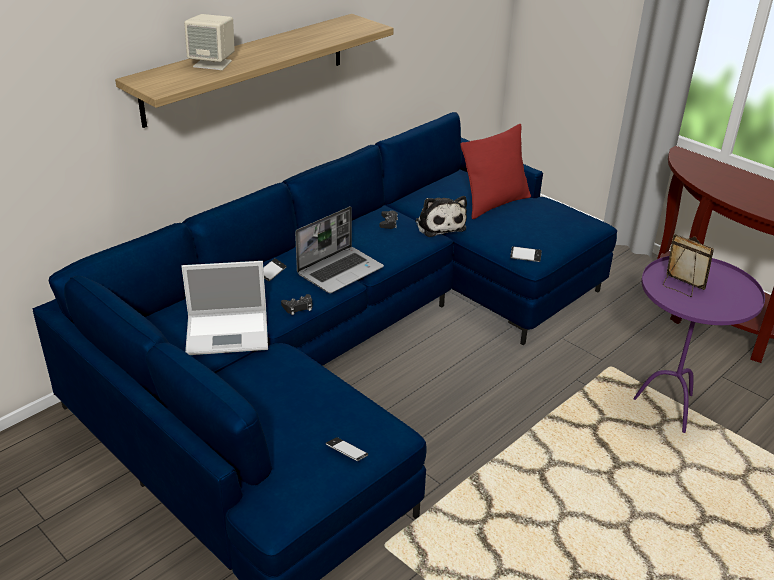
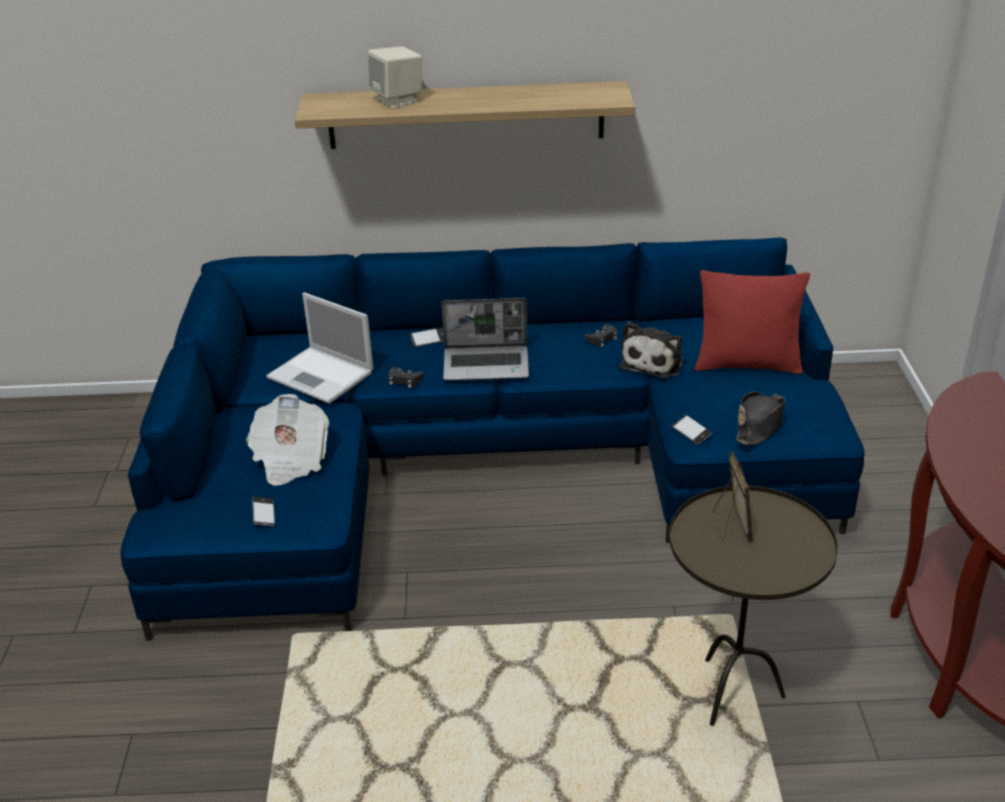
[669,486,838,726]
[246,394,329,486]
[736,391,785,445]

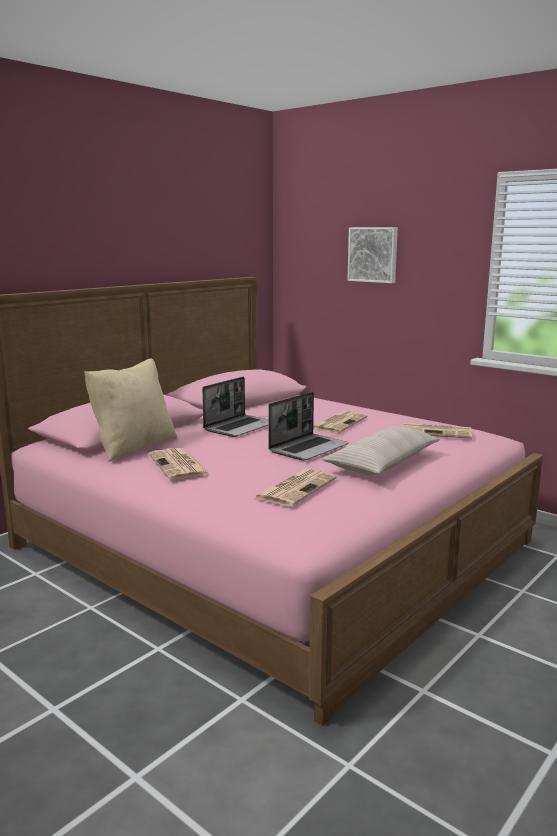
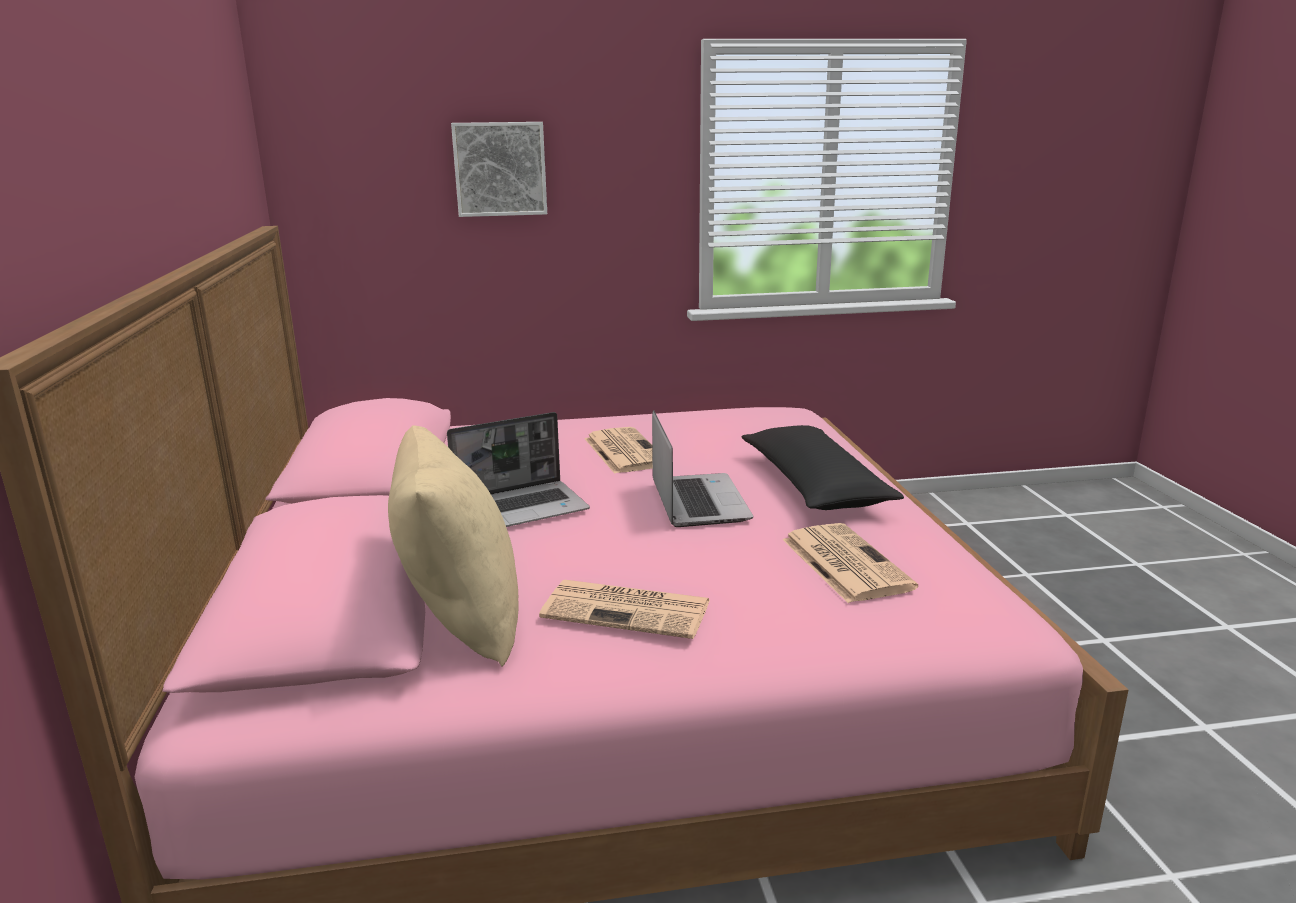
[447,412,590,527]
[742,425,904,510]
[402,423,472,439] (first image)

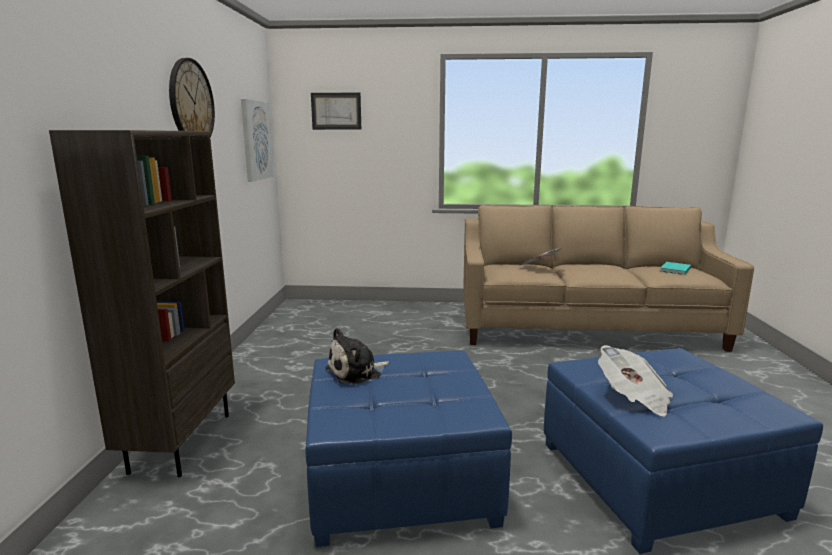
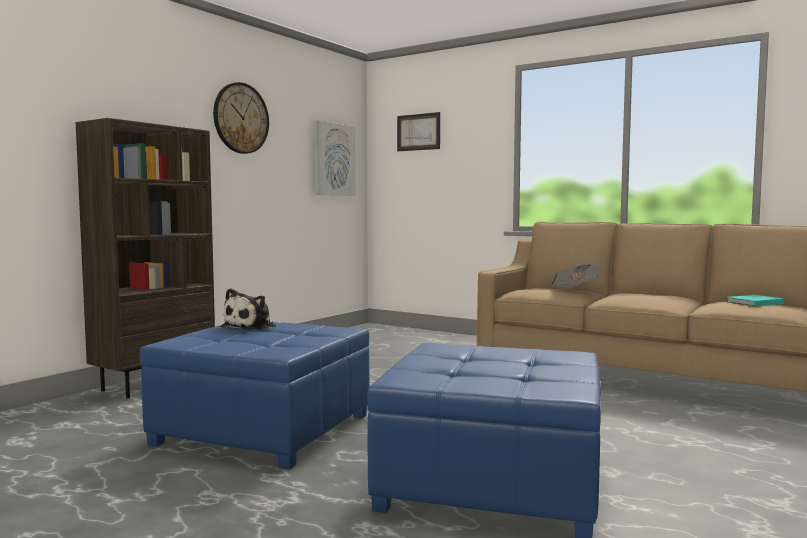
[221,288,276,330]
[598,345,673,416] (first image)

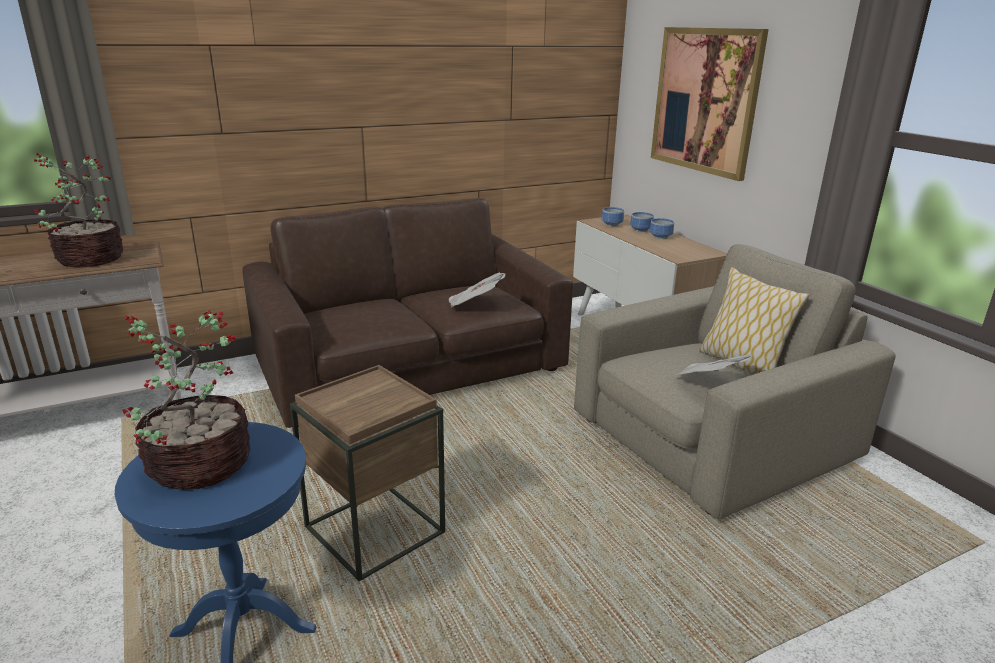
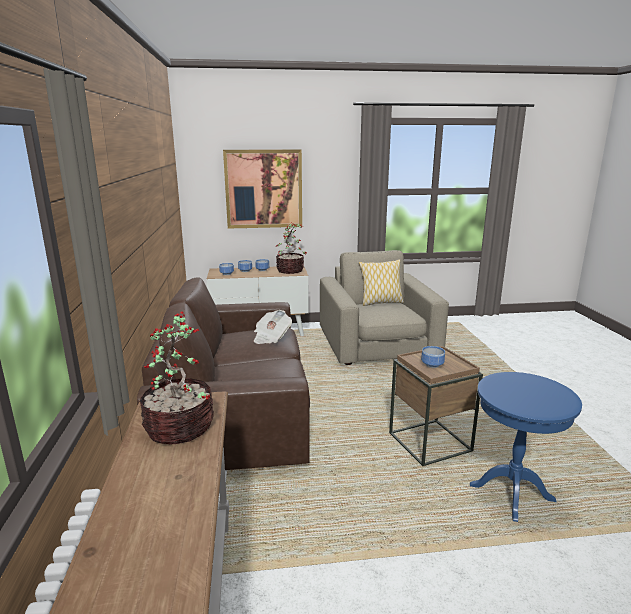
[276,222,307,274]
[676,354,752,375] (first image)
[421,346,445,368]

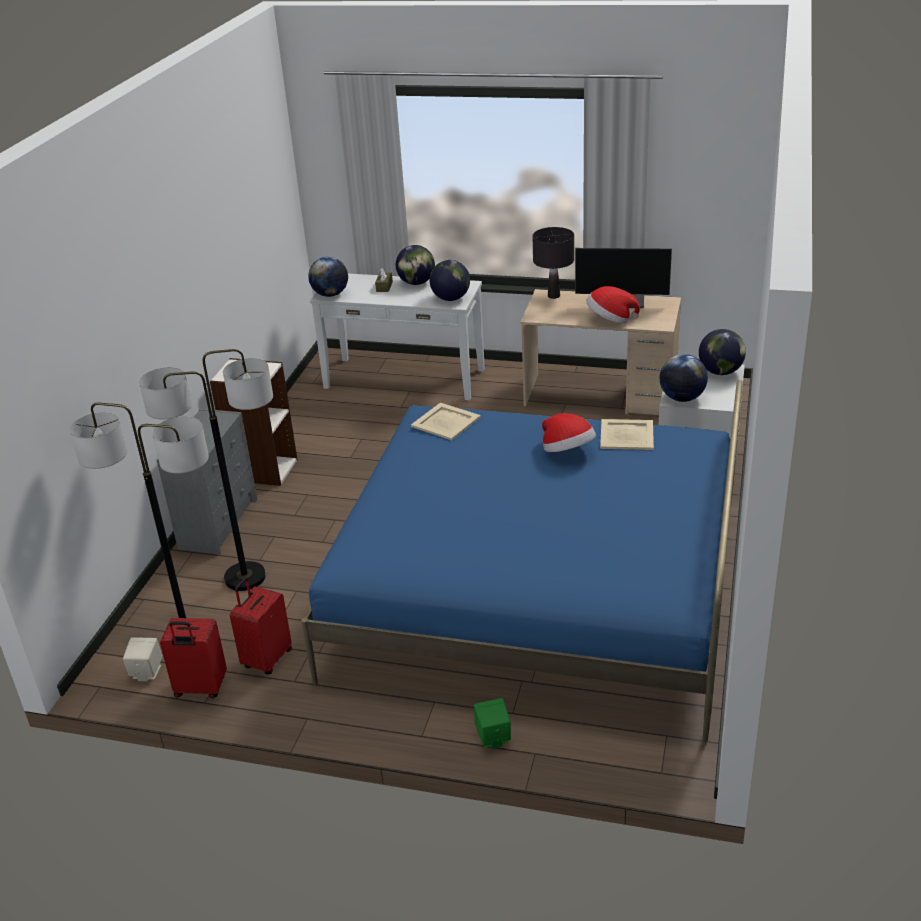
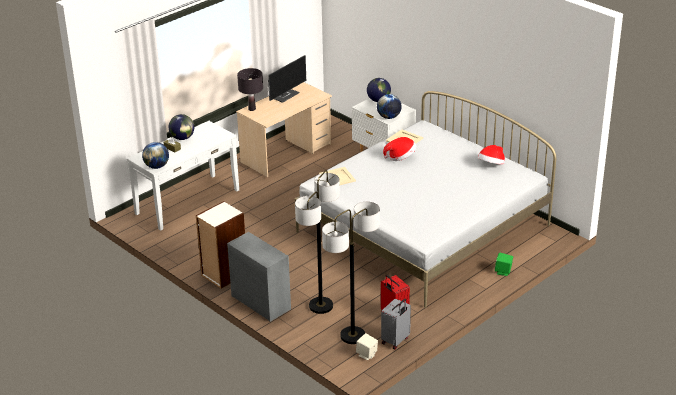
[381,298,411,350]
[295,91,556,308]
[429,260,470,301] (first image)
[478,145,505,165]

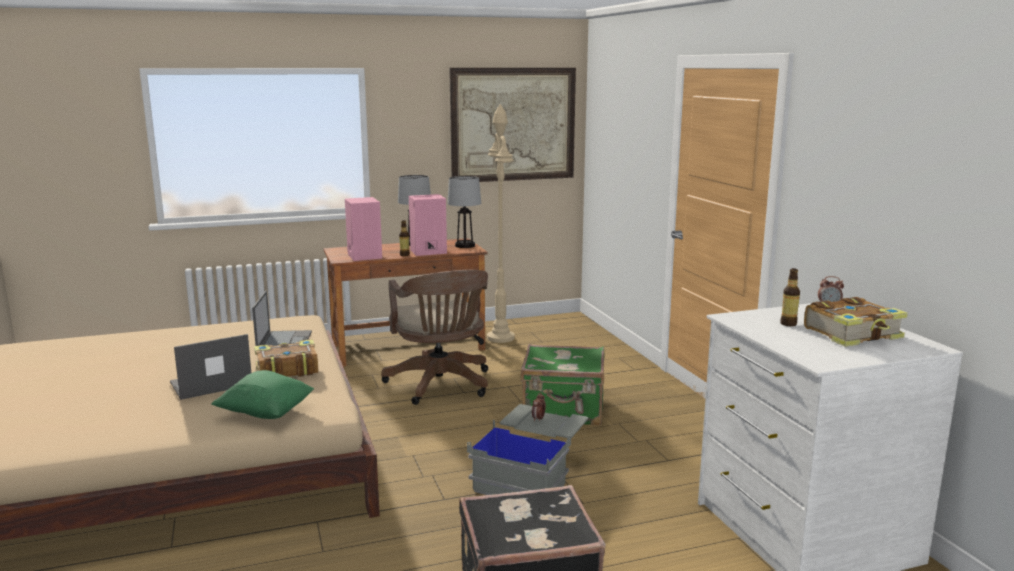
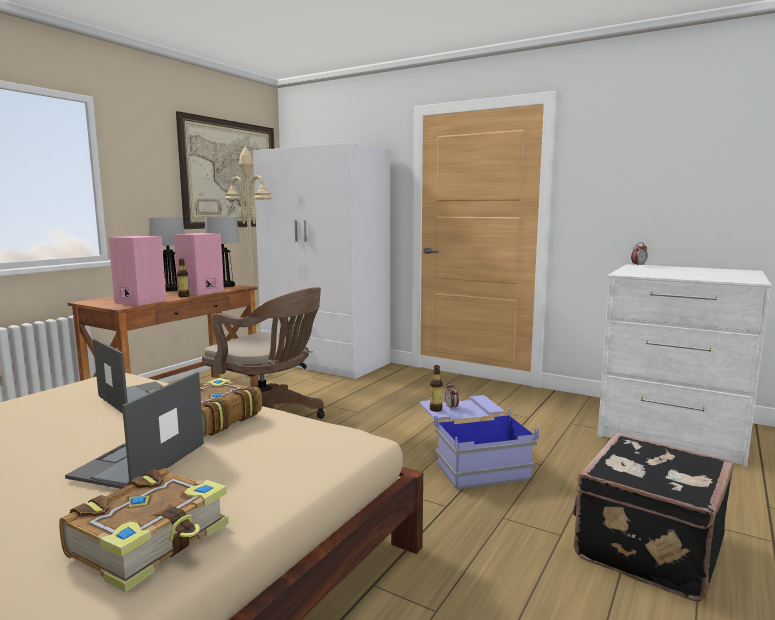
[211,370,314,419] (first image)
[419,395,539,490]
[521,344,604,425] (first image)
[430,365,443,412]
[59,468,229,592]
[253,143,390,379]

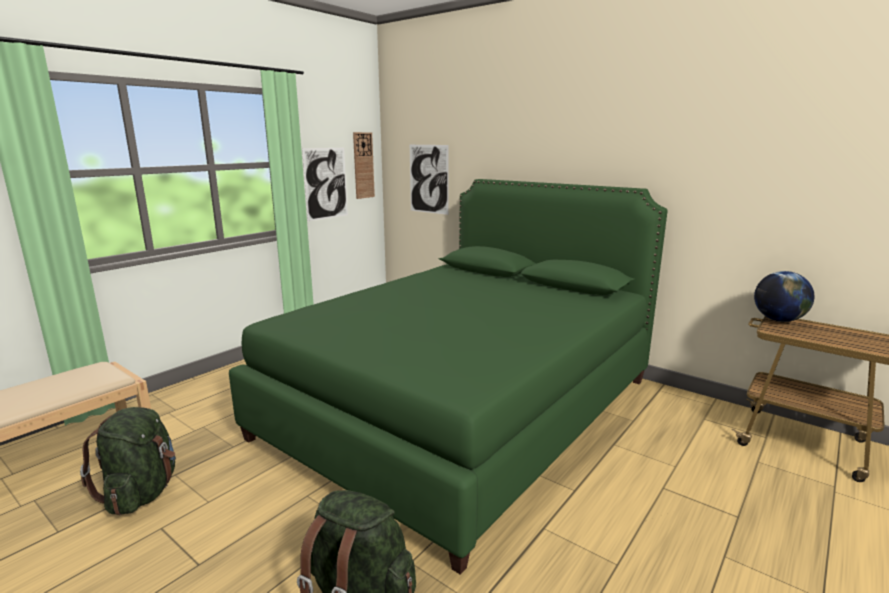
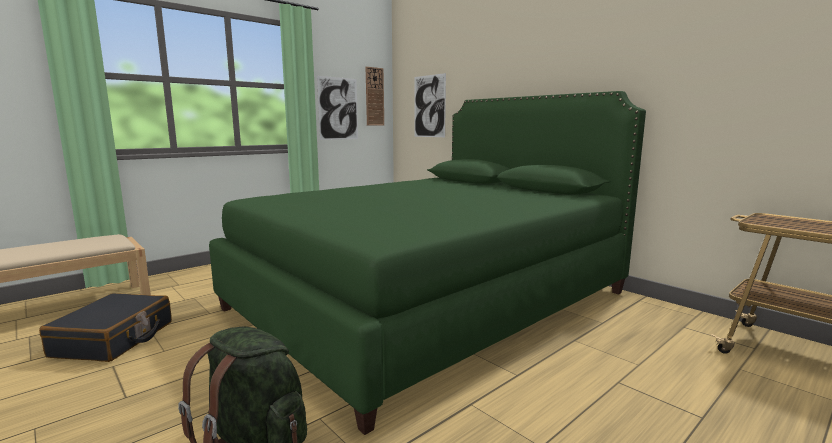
[39,293,172,362]
[754,271,814,322] (first image)

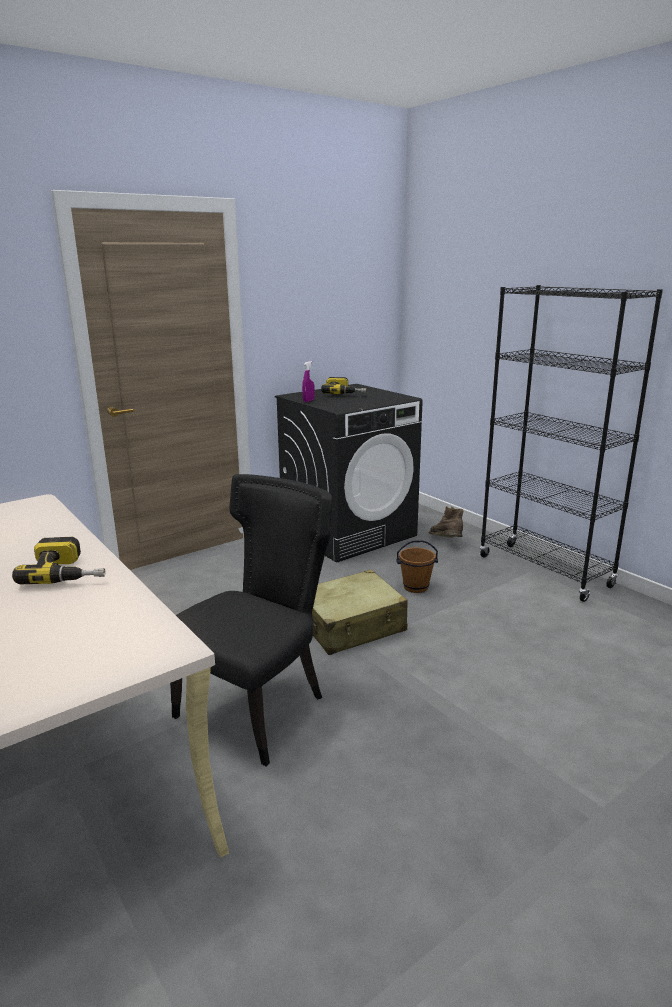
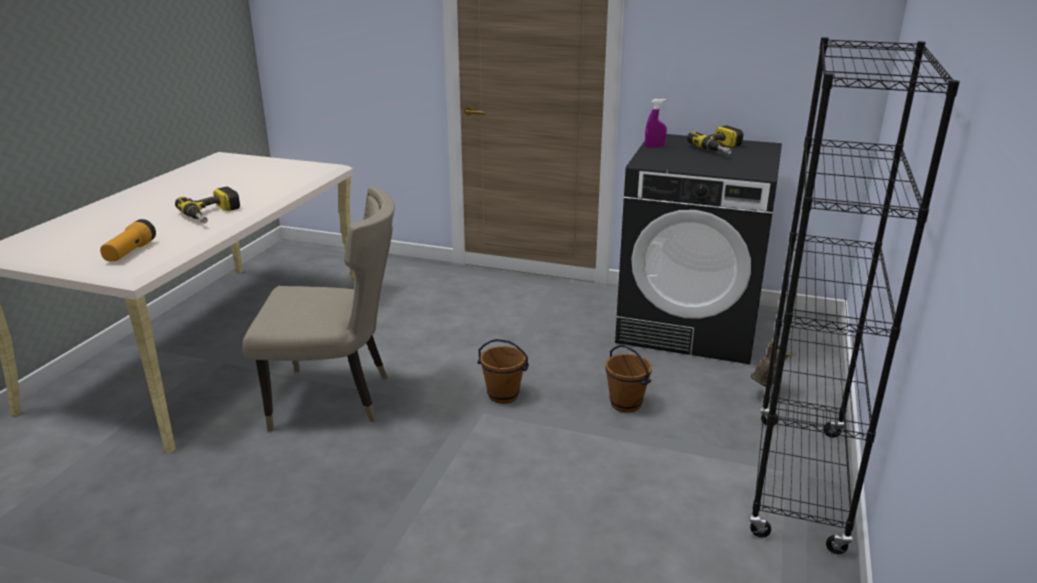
[242,186,395,432]
[477,339,529,404]
[100,219,156,262]

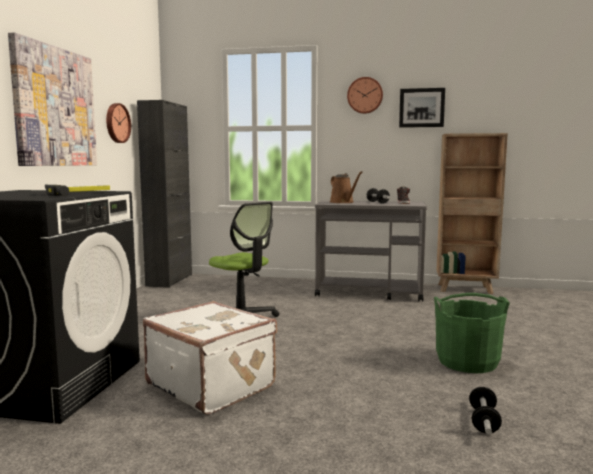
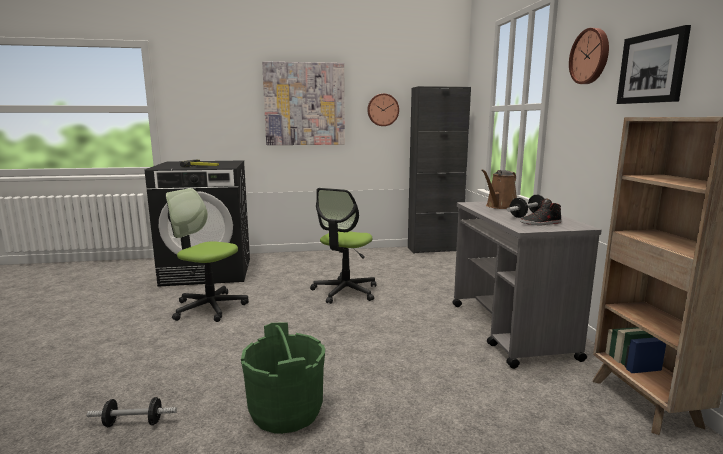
[165,188,249,322]

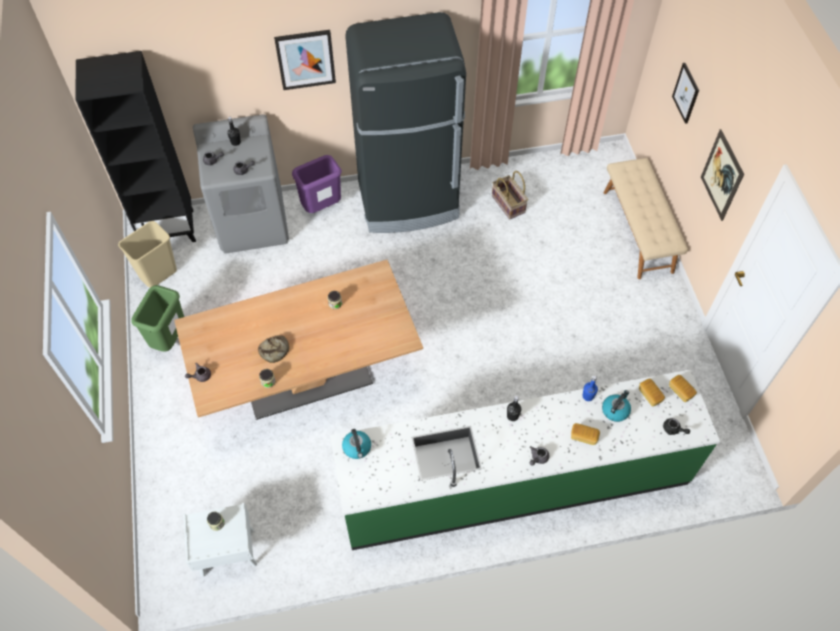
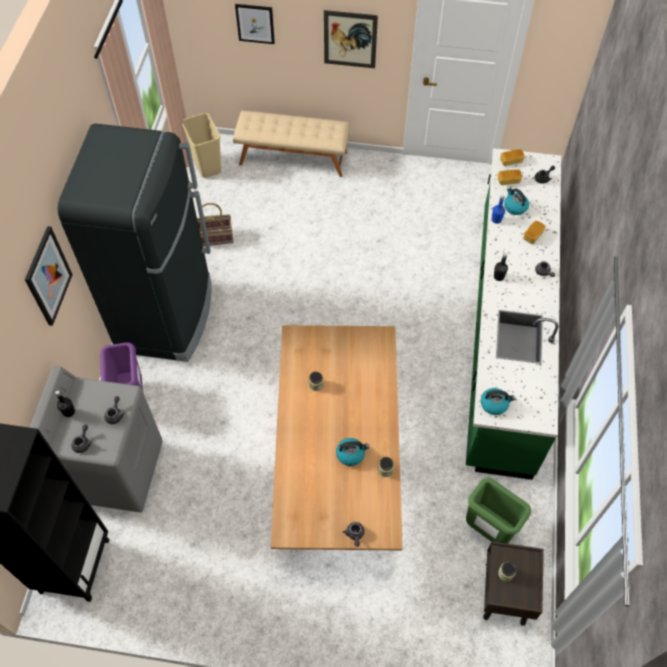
[182,113,221,178]
[466,478,531,544]
[483,541,544,626]
[336,438,370,466]

